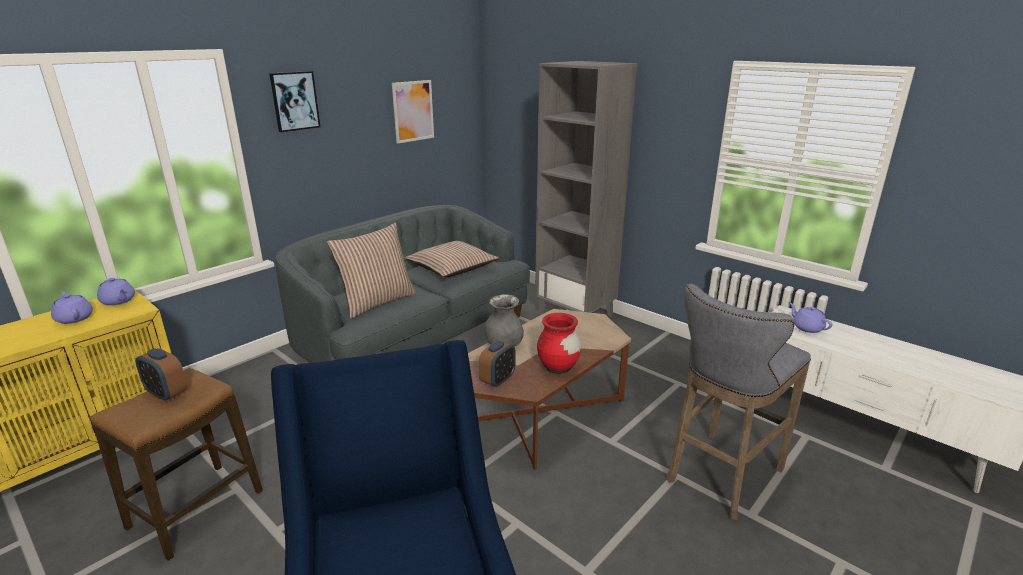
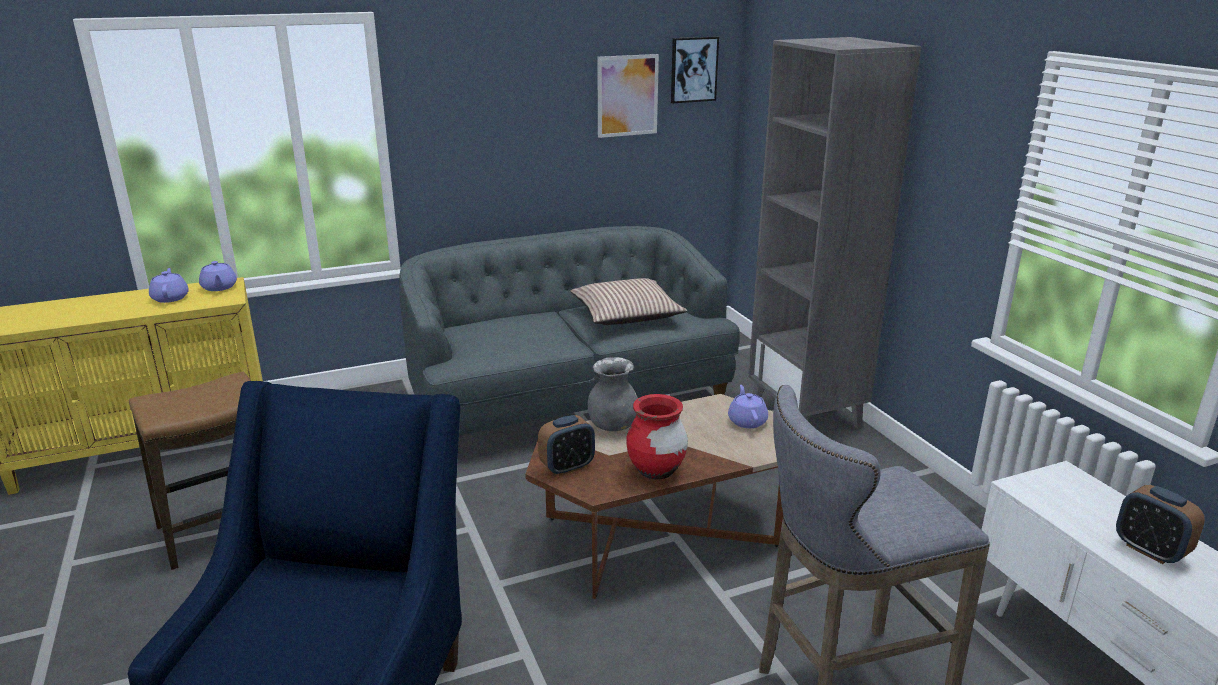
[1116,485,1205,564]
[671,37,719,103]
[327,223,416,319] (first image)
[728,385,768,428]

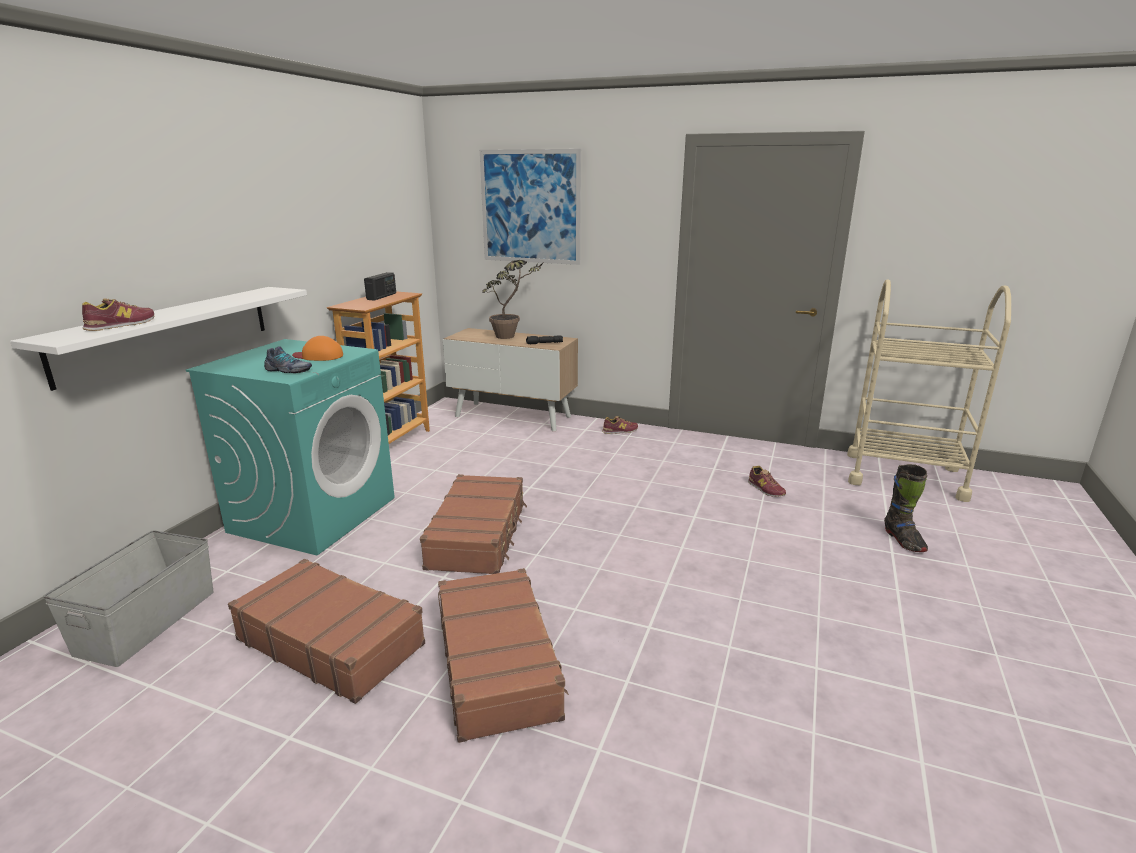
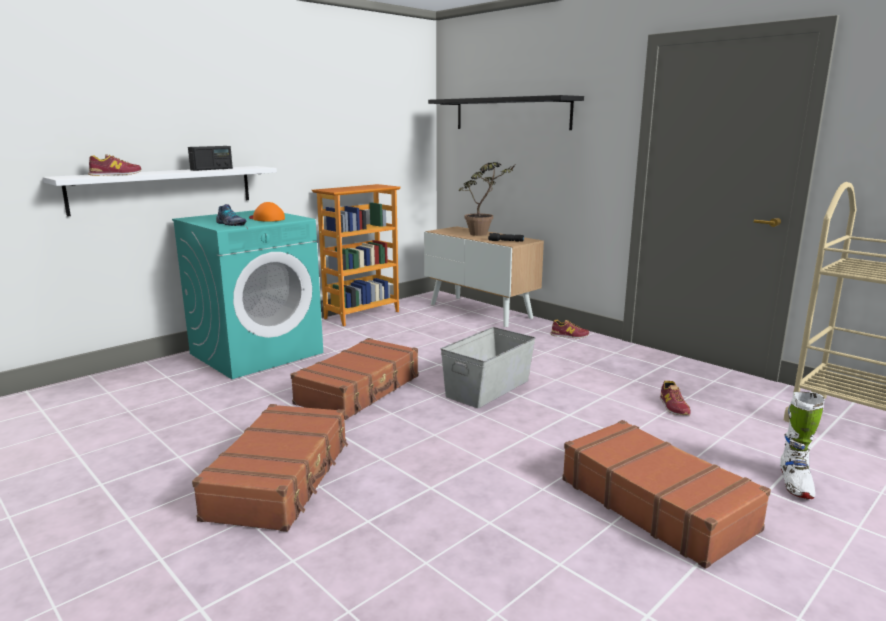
[441,327,535,408]
[562,420,771,569]
[188,146,233,171]
[428,95,584,130]
[780,391,825,499]

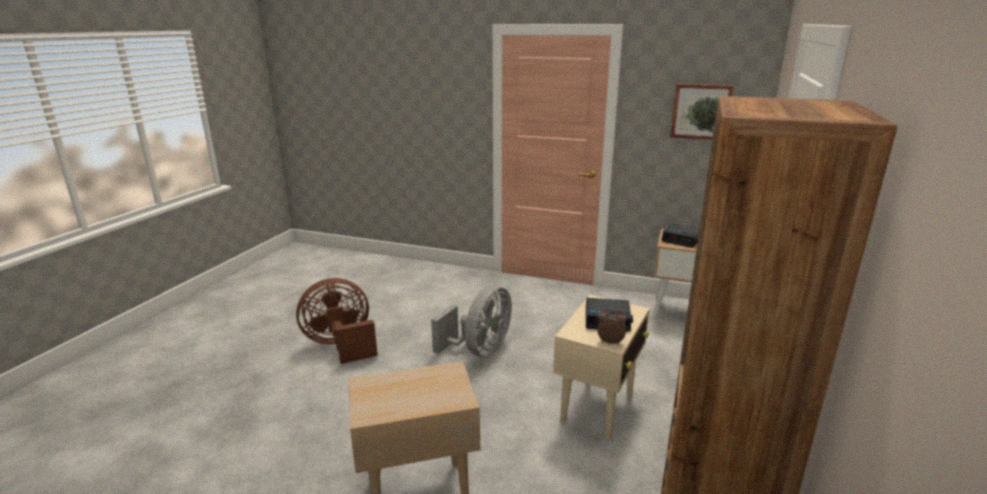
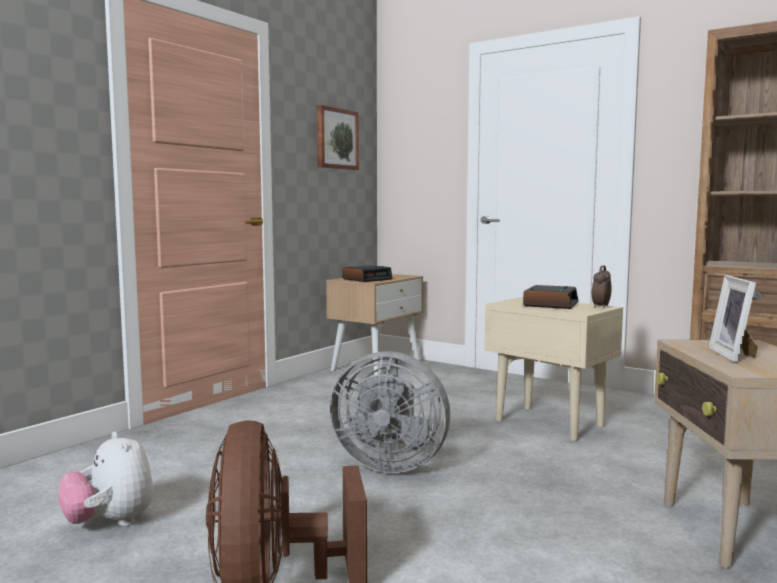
[330,351,450,473]
[58,432,154,526]
[709,275,757,363]

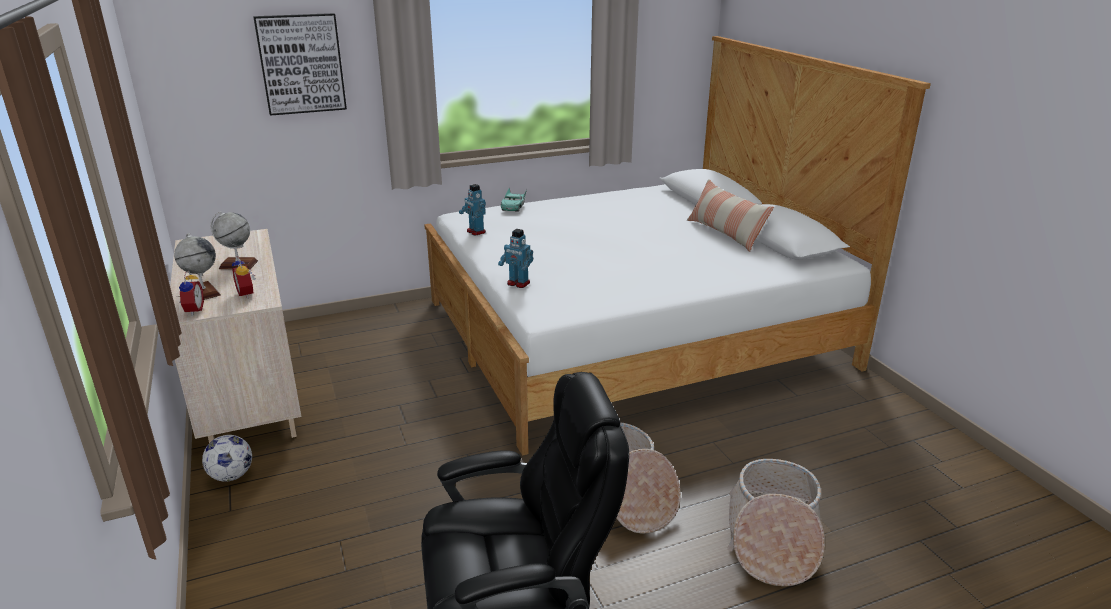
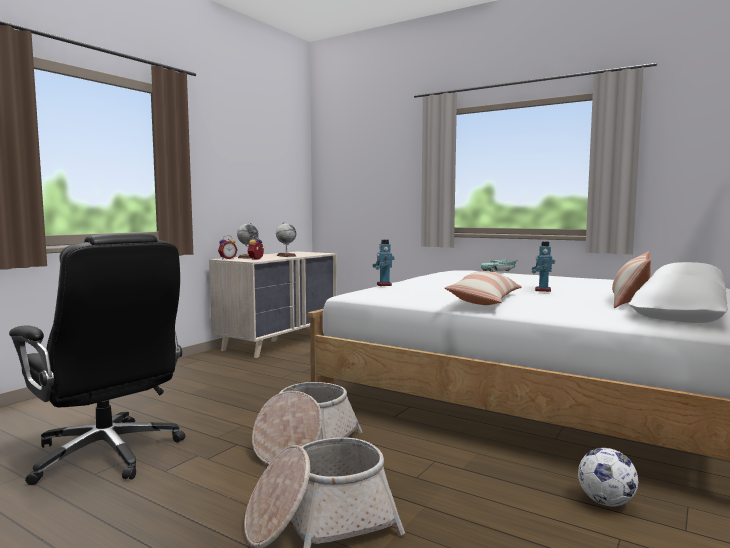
[578,448,638,506]
[253,13,347,116] (first image)
[532,241,555,292]
[445,271,522,305]

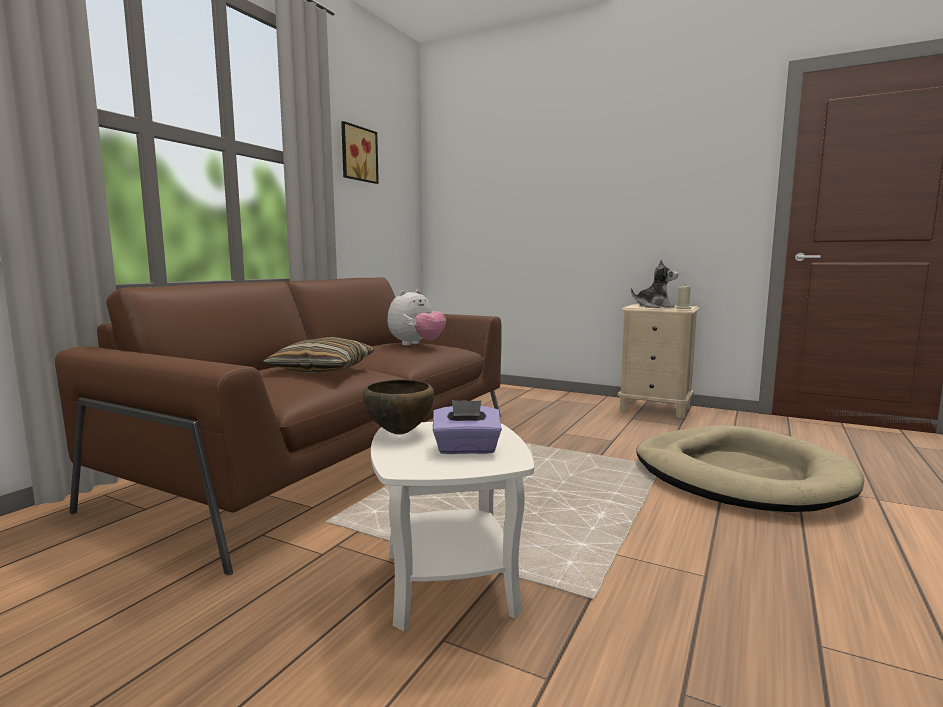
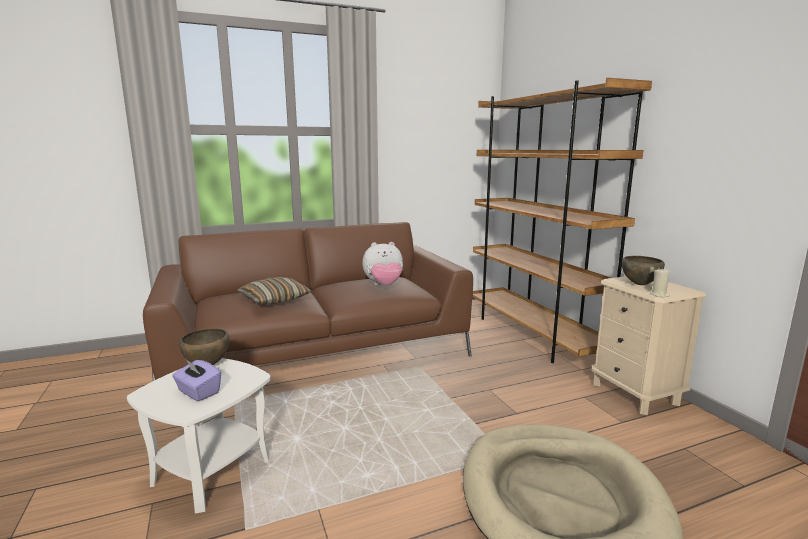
[341,121,379,184] (first image)
[622,256,665,285]
[473,78,652,363]

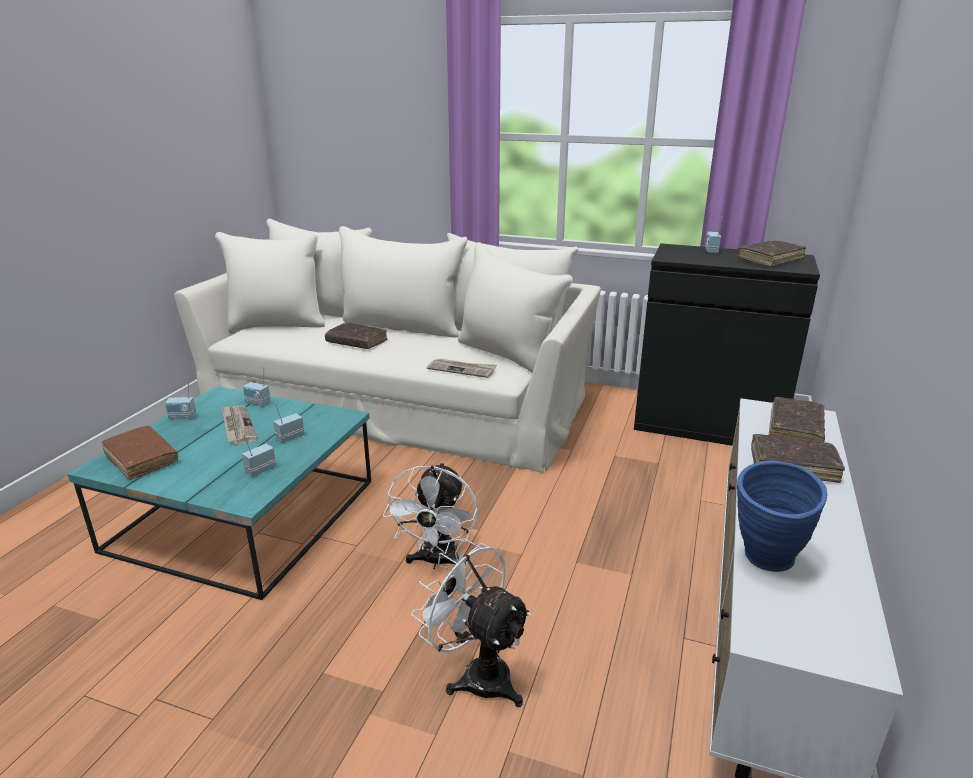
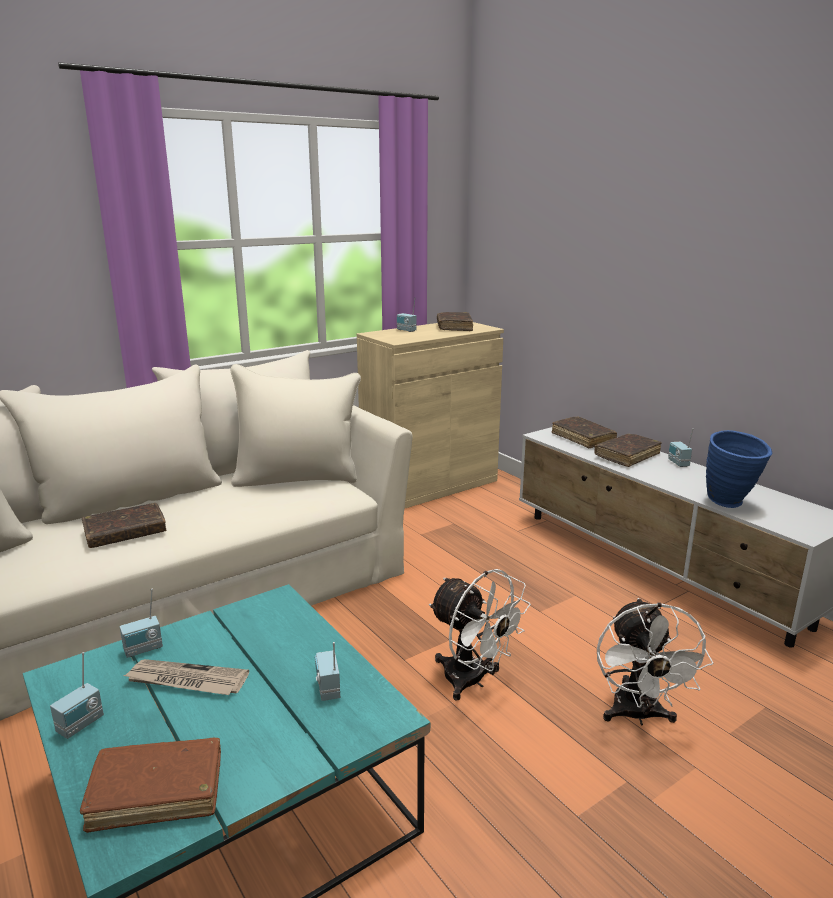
[668,428,694,467]
[597,598,713,725]
[427,358,497,378] (first image)
[357,322,504,509]

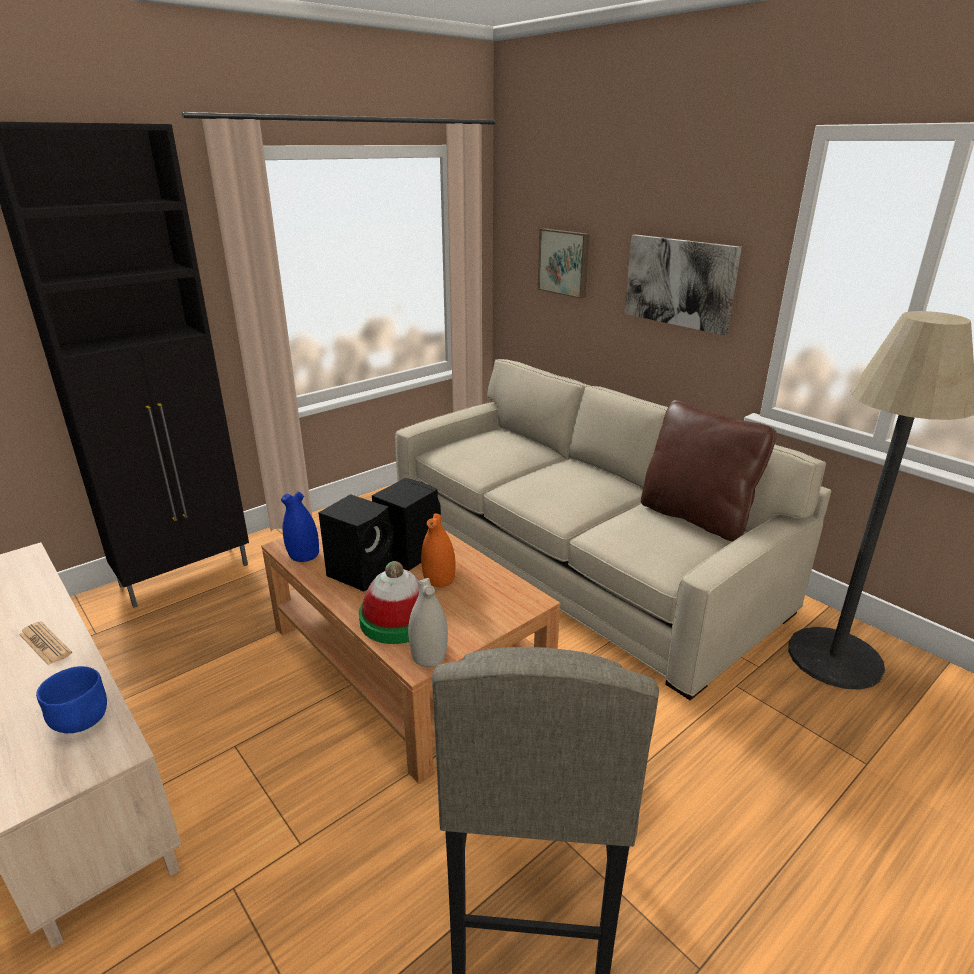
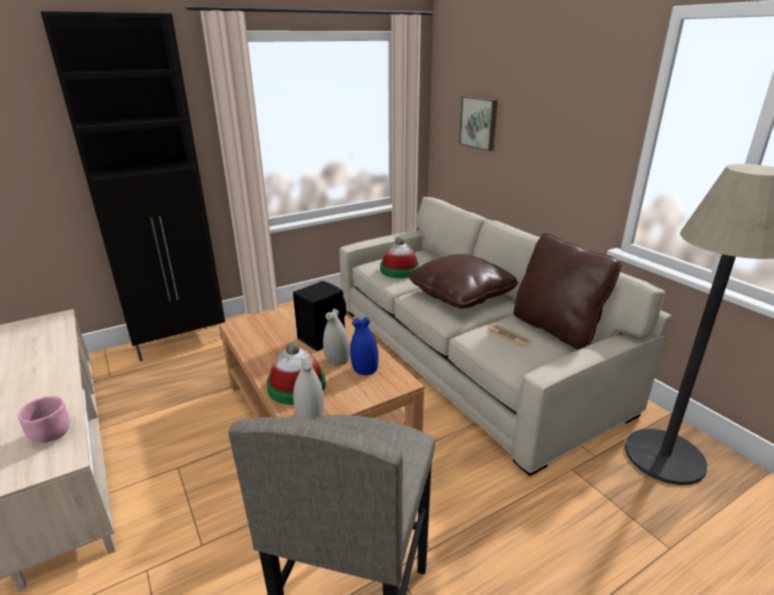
[487,324,532,347]
[18,396,70,443]
[350,317,378,375]
[318,494,394,592] (first image)
[323,309,350,366]
[624,234,742,335] (first image)
[380,237,419,278]
[408,254,519,309]

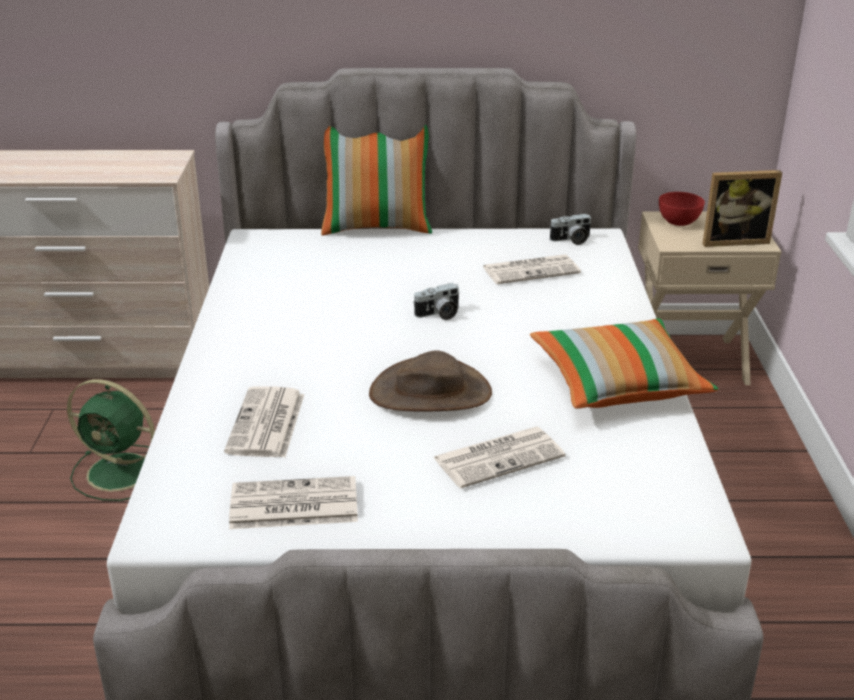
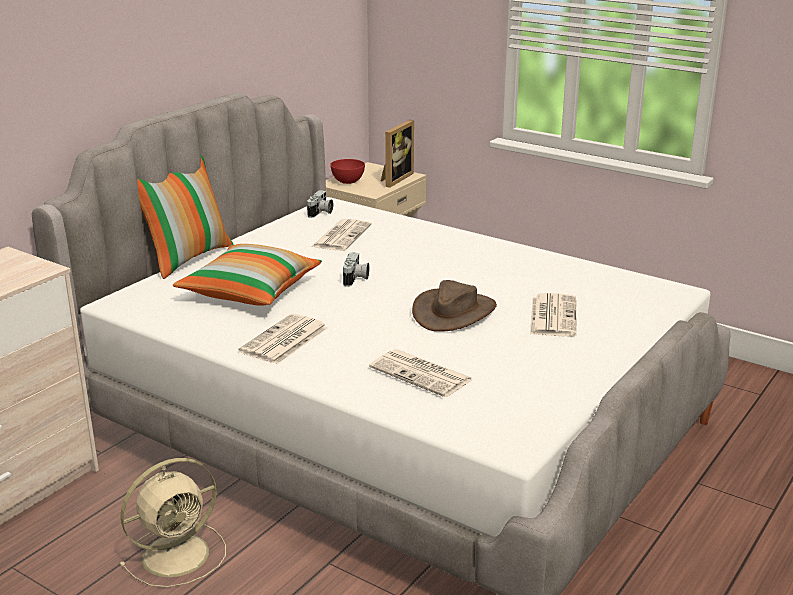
[120,458,226,588]
[238,314,327,364]
[173,244,322,306]

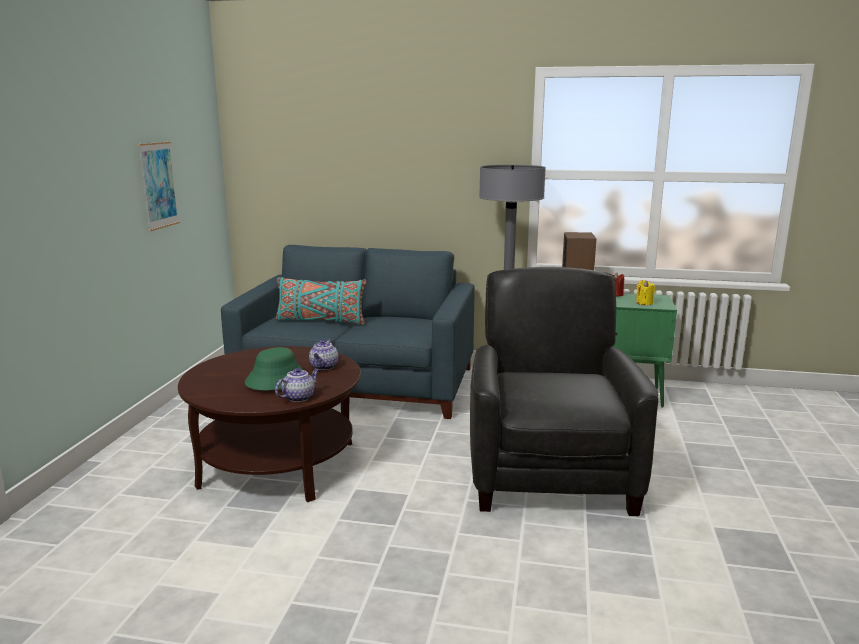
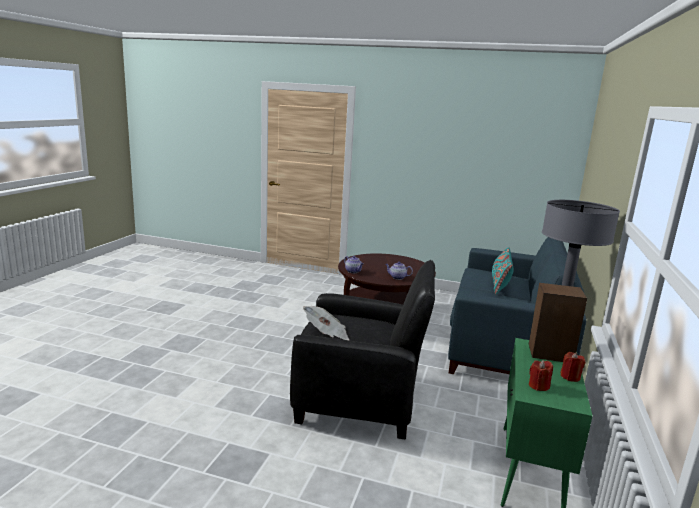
[138,142,180,231] (first image)
[245,347,303,390] (first image)
[529,360,553,391]
[303,306,349,340]

